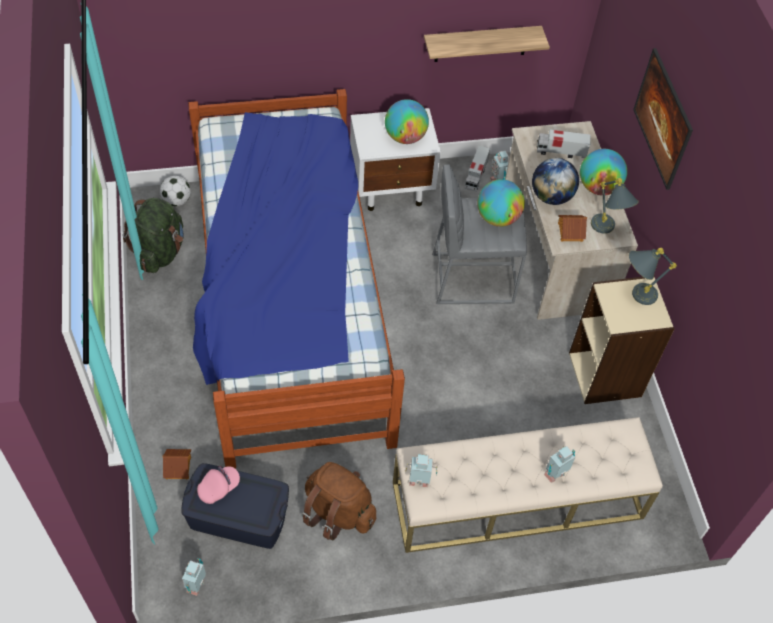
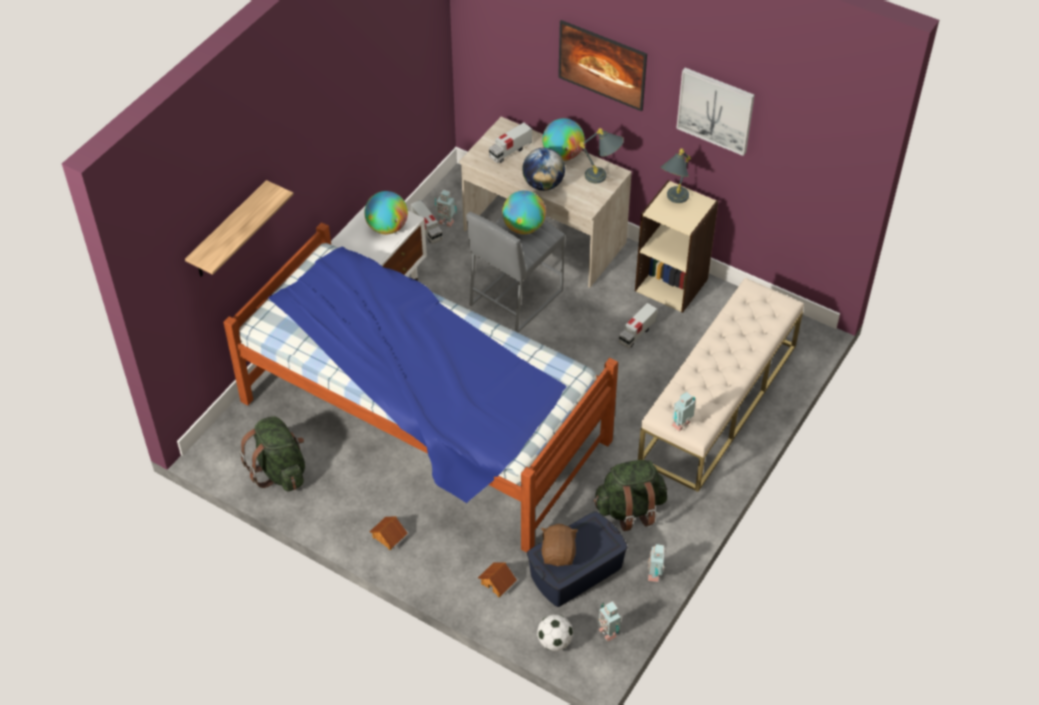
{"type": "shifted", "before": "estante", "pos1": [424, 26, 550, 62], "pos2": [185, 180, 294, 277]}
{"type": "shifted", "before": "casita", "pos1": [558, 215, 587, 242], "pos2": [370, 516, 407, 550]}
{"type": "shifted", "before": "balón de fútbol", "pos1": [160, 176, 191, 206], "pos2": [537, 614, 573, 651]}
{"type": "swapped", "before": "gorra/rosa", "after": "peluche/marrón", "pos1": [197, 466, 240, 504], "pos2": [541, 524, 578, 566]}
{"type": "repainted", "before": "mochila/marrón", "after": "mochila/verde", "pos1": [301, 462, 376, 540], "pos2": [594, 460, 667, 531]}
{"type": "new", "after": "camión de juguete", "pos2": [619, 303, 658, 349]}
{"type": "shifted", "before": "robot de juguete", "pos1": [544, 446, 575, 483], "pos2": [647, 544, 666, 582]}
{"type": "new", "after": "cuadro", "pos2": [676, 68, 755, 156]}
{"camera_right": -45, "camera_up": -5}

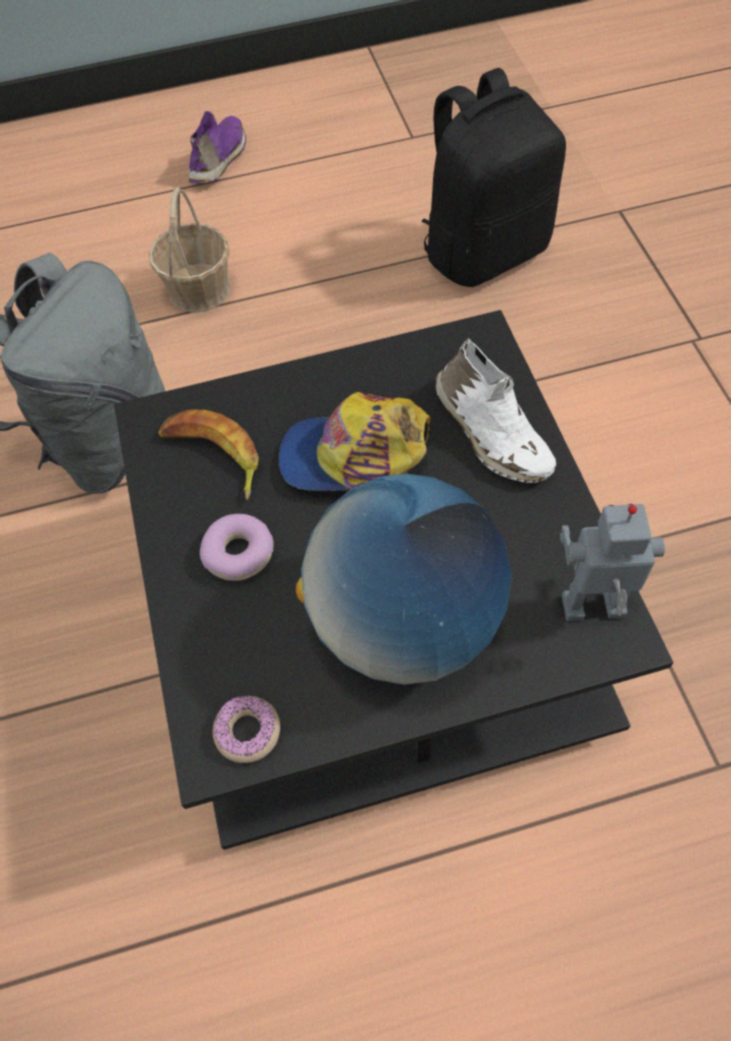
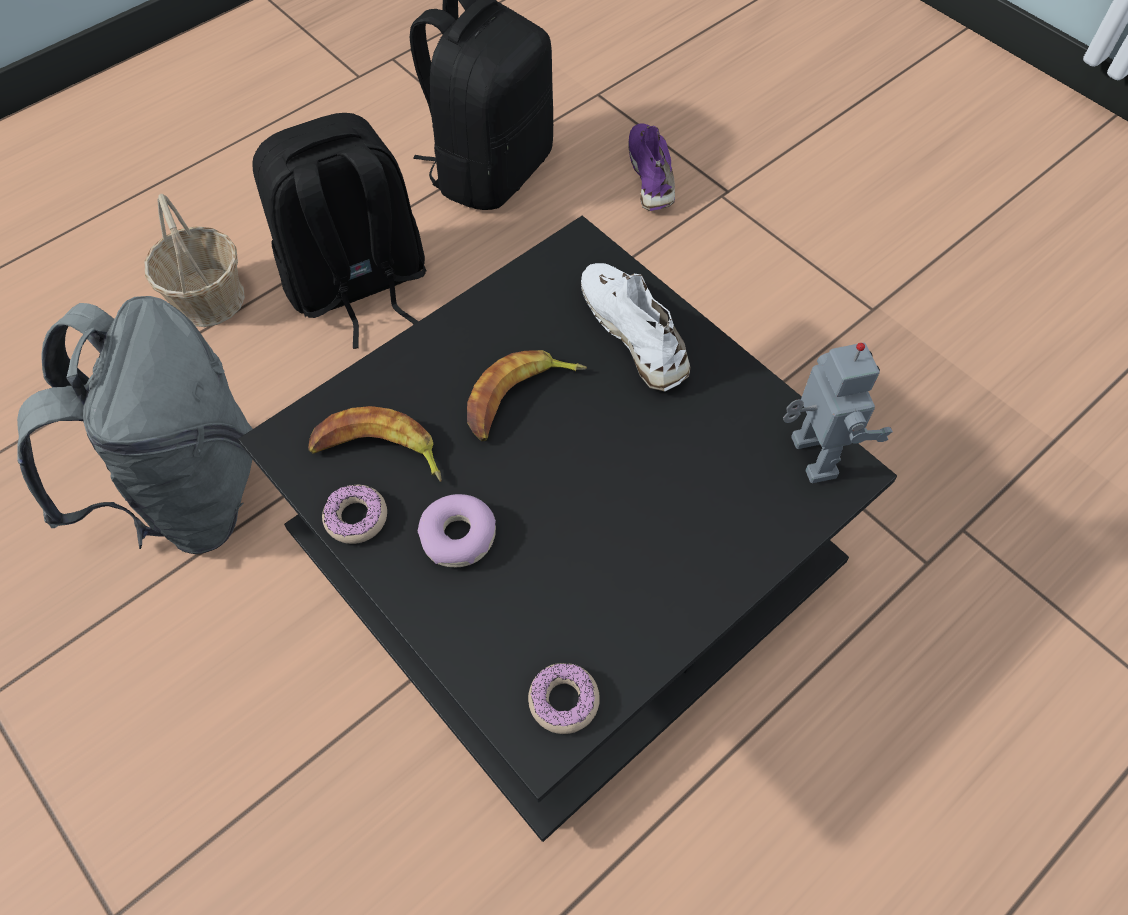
{"type": "new", "after": "mochila/negro", "pos2": [252, 113, 426, 349]}
{"type": "new", "after": "rosquilla", "pos2": [322, 484, 387, 544]}
{"type": "swapped", "before": "gorra", "after": "plátano", "pos1": [279, 392, 431, 491], "pos2": [467, 350, 587, 441]}
{"type": "rotated", "before": "zapato/blanco", "pos1": [435, 338, 556, 483], "pos2": [581, 263, 691, 392], "turn": -150}
{"type": "shifted", "before": "zapato/morado", "pos1": [189, 111, 246, 183], "pos2": [628, 124, 675, 211]}
{"type": "rotated", "before": "robot de juguete", "pos1": [560, 504, 665, 621], "pos2": [783, 343, 893, 483], "turn": 105}
{"type": "gone", "before": "globo terráqueo", "pos1": [296, 474, 511, 685]}
{"camera_right": -30, "camera_up": 0}

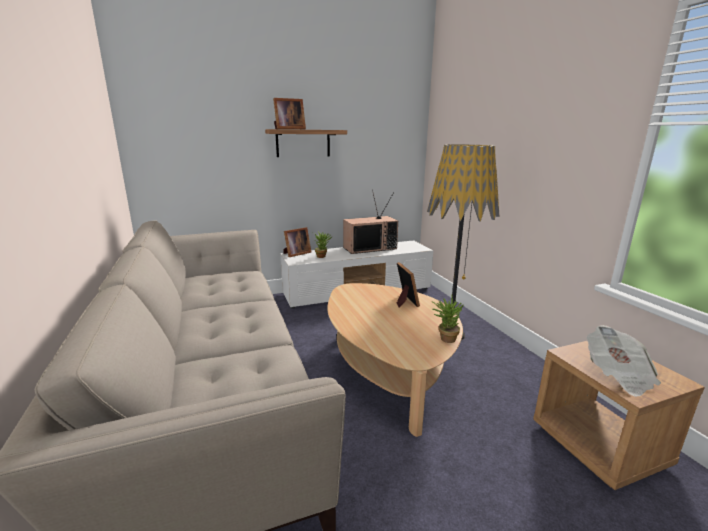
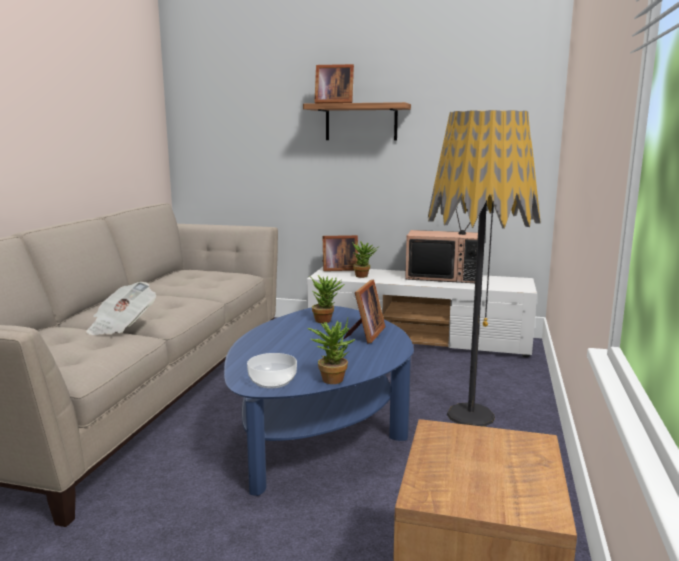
{"type": "shifted", "before": "periódico", "pos1": [587, 325, 661, 397], "pos2": [86, 282, 156, 335]}
{"type": "repainted", "before": "mesa de centro/beis", "after": "mesa de centro/azul", "pos1": [327, 283, 463, 437], "pos2": [224, 306, 414, 496]}
{"type": "new", "after": "cuenco", "pos2": [247, 353, 297, 388]}
{"type": "new", "after": "planta en maceta", "pos2": [309, 275, 344, 323]}
{"camera_right": 35, "camera_up": -5}

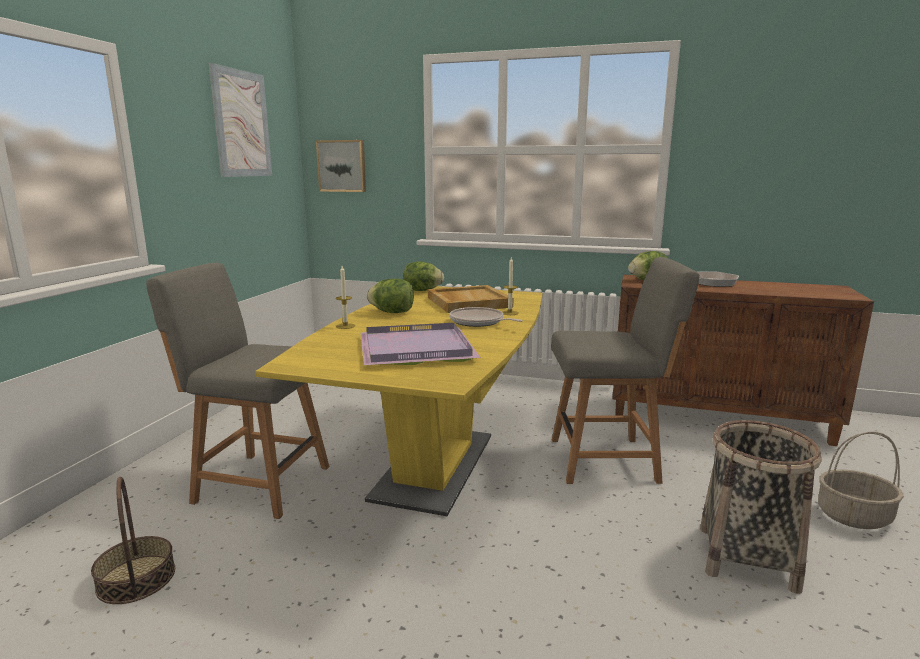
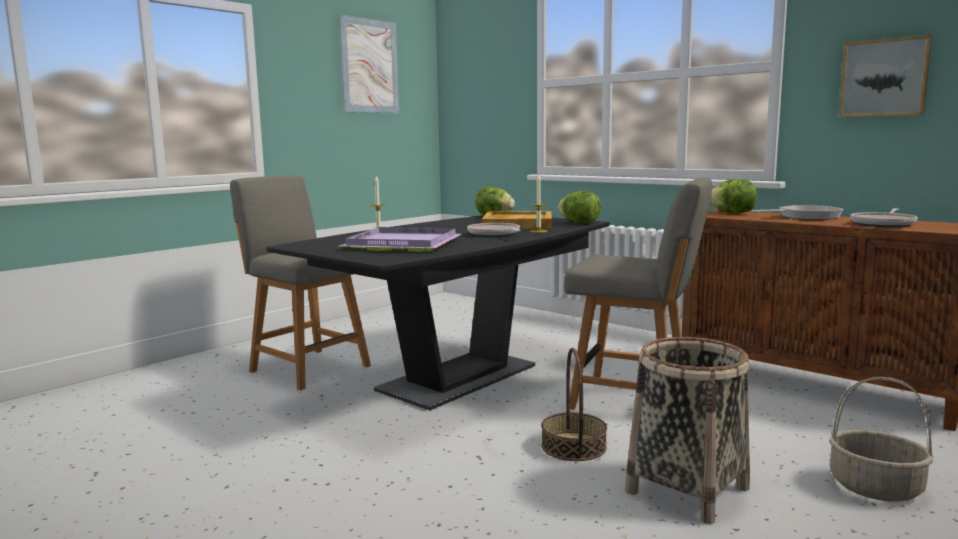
{"type": "repainted", "before": "mesa de comedor/amarillo", "after": "mesa de comedor/negro", "pos1": [255, 286, 543, 516], "pos2": [266, 215, 610, 410]}
{"type": "shifted", "before": "cesta", "pos1": [91, 477, 175, 604], "pos2": [541, 348, 607, 461]}
{"type": "shifted", "before": "lechuga", "pos1": [367, 279, 414, 313], "pos2": [558, 191, 601, 223]}
{"type": "shifted", "before": "cuadro", "pos1": [316, 140, 366, 192], "pos2": [839, 35, 932, 117]}
{"type": "new", "after": "sartén", "pos2": [850, 208, 918, 227]}
{"camera_right": 25, "camera_up": -5}

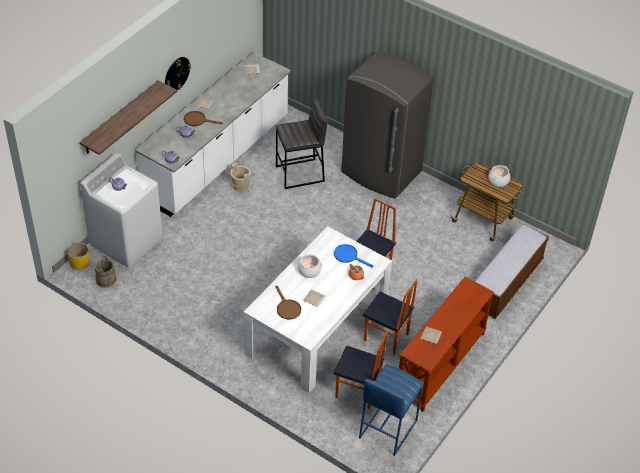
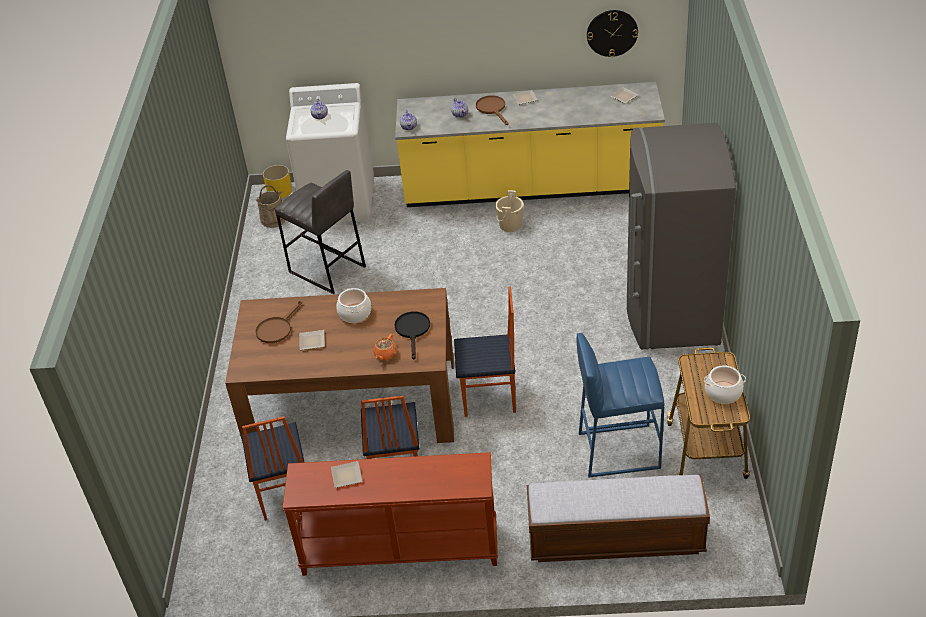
{"type": "repainted", "before": "mesa de comedor/blanco", "after": "mesa de comedor/marrón", "pos1": [243, 226, 392, 393], "pos2": [225, 288, 454, 443]}
{"type": "shifted", "before": "taburete/gris", "pos1": [276, 99, 328, 189], "pos2": [275, 170, 366, 294]}
{"type": "repainted", "before": "sartén/azul", "after": "sartén/negro", "pos1": [334, 244, 373, 267], "pos2": [394, 312, 430, 359]}
{"type": "repainted", "before": "mueble bajo de cocina/blanco", "after": "mueble bajo de cocina/amarillo", "pos1": [135, 52, 291, 217], "pos2": [395, 82, 665, 207]}
{"type": "shifted", "before": "taburete/azul", "pos1": [359, 364, 424, 456], "pos2": [576, 333, 664, 478]}
{"type": "shifted", "before": "reloj de pared", "pos1": [165, 57, 191, 91], "pos2": [587, 10, 638, 57]}
{"type": "gone", "before": "estante", "pos1": [80, 81, 177, 155]}
{"camera_right": 60, "camera_up": -5}

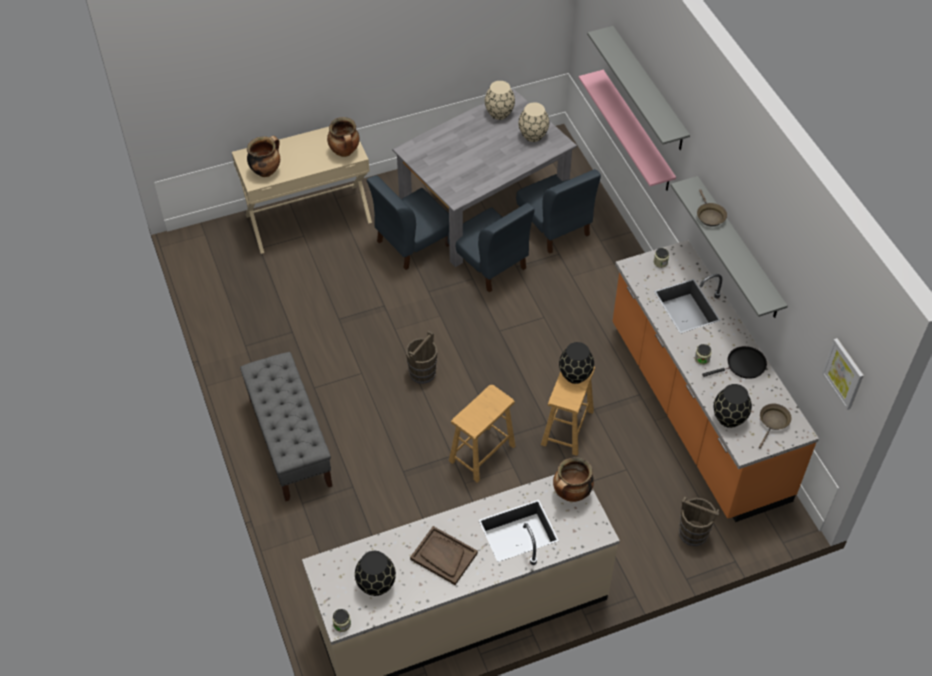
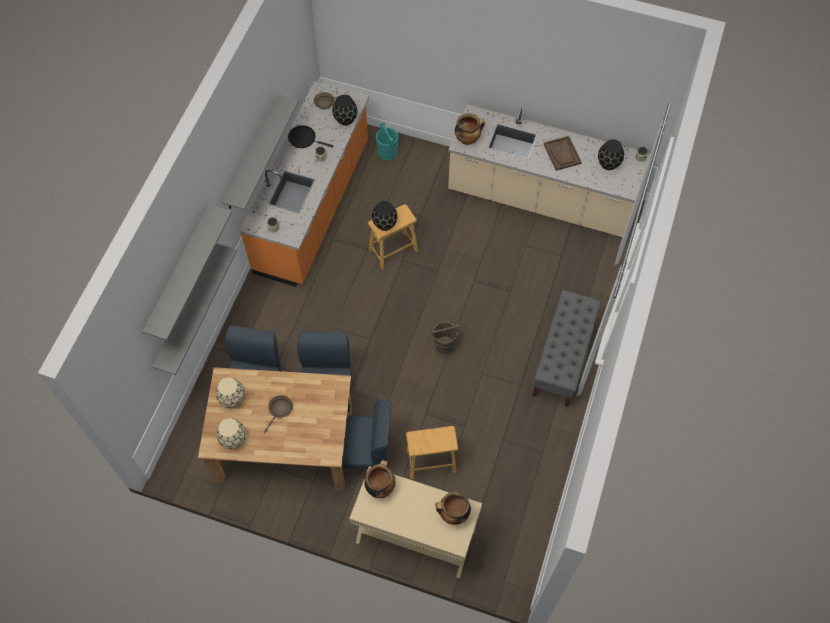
{"type": "repainted", "before": "estante/rosa", "after": "estante/gris", "pos1": [579, 70, 676, 191], "pos2": [152, 243, 237, 375]}
{"type": "repainted", "before": "mesa de comedor/gris", "after": "mesa de comedor/marrón", "pos1": [392, 88, 577, 267], "pos2": [198, 367, 352, 490]}
{"type": "shifted", "before": "sartén/marrón", "pos1": [697, 189, 727, 227], "pos2": [264, 395, 293, 433]}
{"type": "repainted", "before": "cubo/marrón", "after": "cubo/turquesa", "pos1": [679, 497, 719, 546], "pos2": [376, 122, 399, 160]}
{"type": "shifted", "before": "taburete/marrón", "pos1": [449, 385, 516, 483], "pos2": [406, 426, 458, 479]}
{"type": "gone", "before": "cuadro", "pos1": [822, 338, 864, 410]}
{"camera_right": -140, "camera_up": 10}

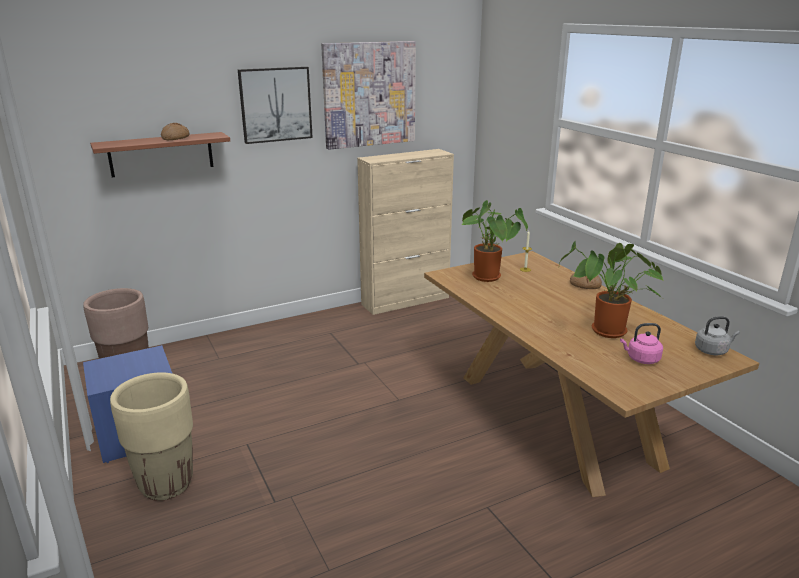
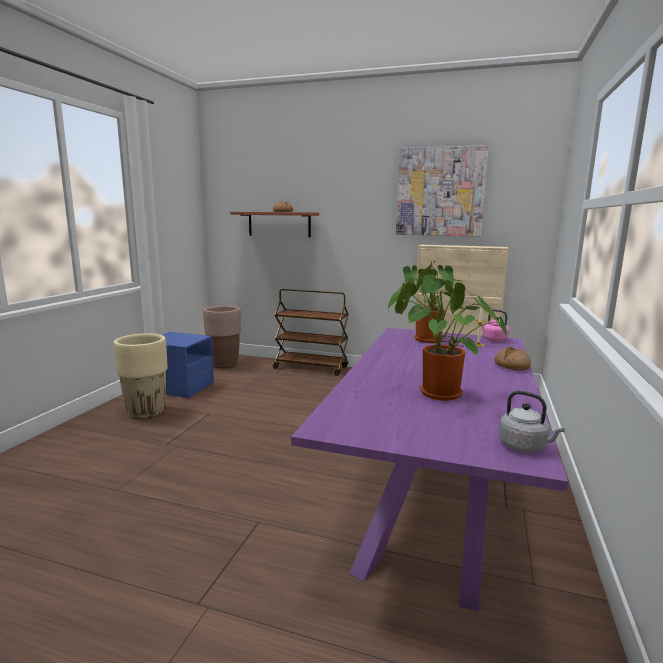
{"type": "new", "after": "carrito/marrón", "pos2": [273, 289, 349, 376]}
{"type": "repainted", "before": "mesa de comedor/marrón", "after": "mesa de comedor/morado", "pos1": [424, 251, 759, 497], "pos2": [291, 328, 568, 611]}
{"type": "shifted", "before": "hervidor/rosa", "pos1": [620, 323, 663, 364], "pos2": [482, 309, 509, 342]}
{"type": "gone", "before": "cuadro", "pos1": [238, 67, 313, 144]}
{"camera_right": 45, "camera_up": -10}

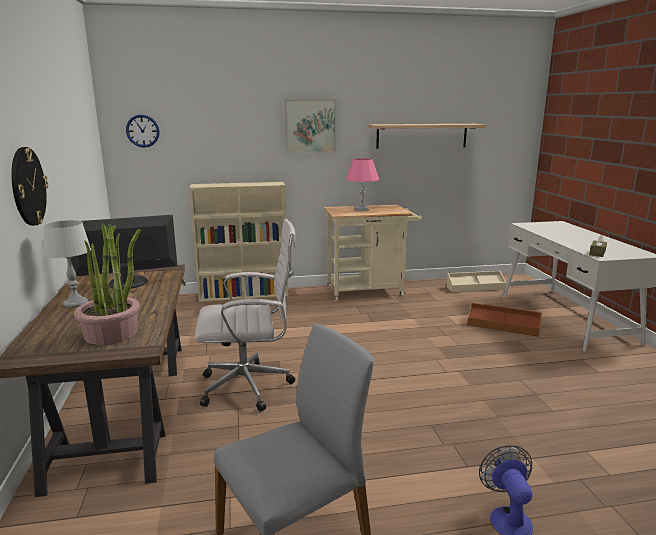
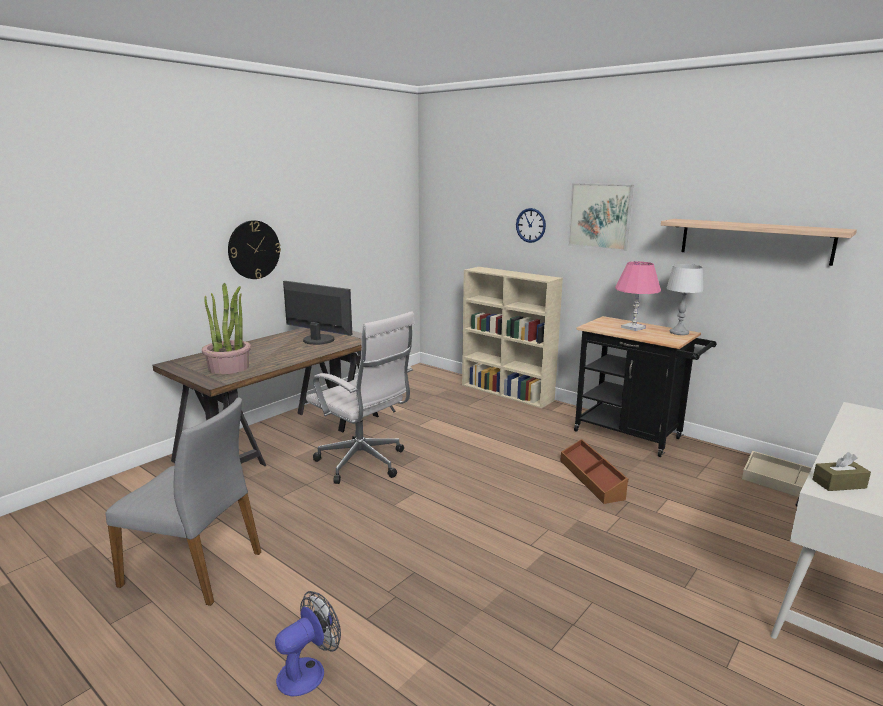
{"type": "shifted", "before": "reloj de pared", "pos1": [126, 115, 160, 148], "pos2": [516, 208, 546, 243]}
{"type": "shifted", "before": "caja de almacenaje/marrón", "pos1": [467, 303, 542, 337], "pos2": [560, 439, 628, 504]}
{"type": "repainted", "before": "carrito/beis", "after": "carrito/negro", "pos1": [324, 205, 422, 302], "pos2": [574, 316, 717, 457]}
{"type": "shifted", "before": "lámpara de mesa/gris", "pos1": [44, 220, 91, 308], "pos2": [667, 264, 704, 335]}
{"camera_right": 50, "camera_up": 0}

